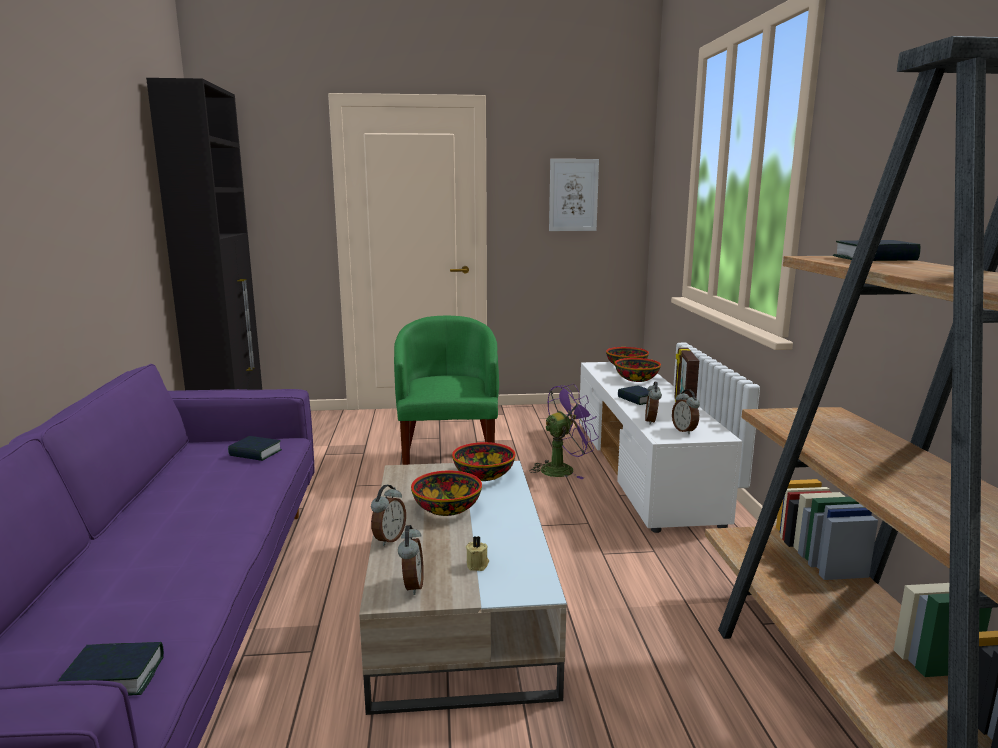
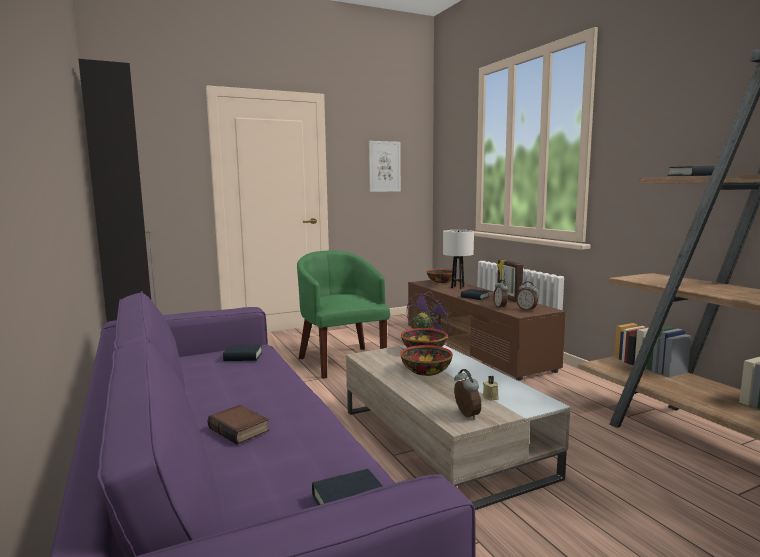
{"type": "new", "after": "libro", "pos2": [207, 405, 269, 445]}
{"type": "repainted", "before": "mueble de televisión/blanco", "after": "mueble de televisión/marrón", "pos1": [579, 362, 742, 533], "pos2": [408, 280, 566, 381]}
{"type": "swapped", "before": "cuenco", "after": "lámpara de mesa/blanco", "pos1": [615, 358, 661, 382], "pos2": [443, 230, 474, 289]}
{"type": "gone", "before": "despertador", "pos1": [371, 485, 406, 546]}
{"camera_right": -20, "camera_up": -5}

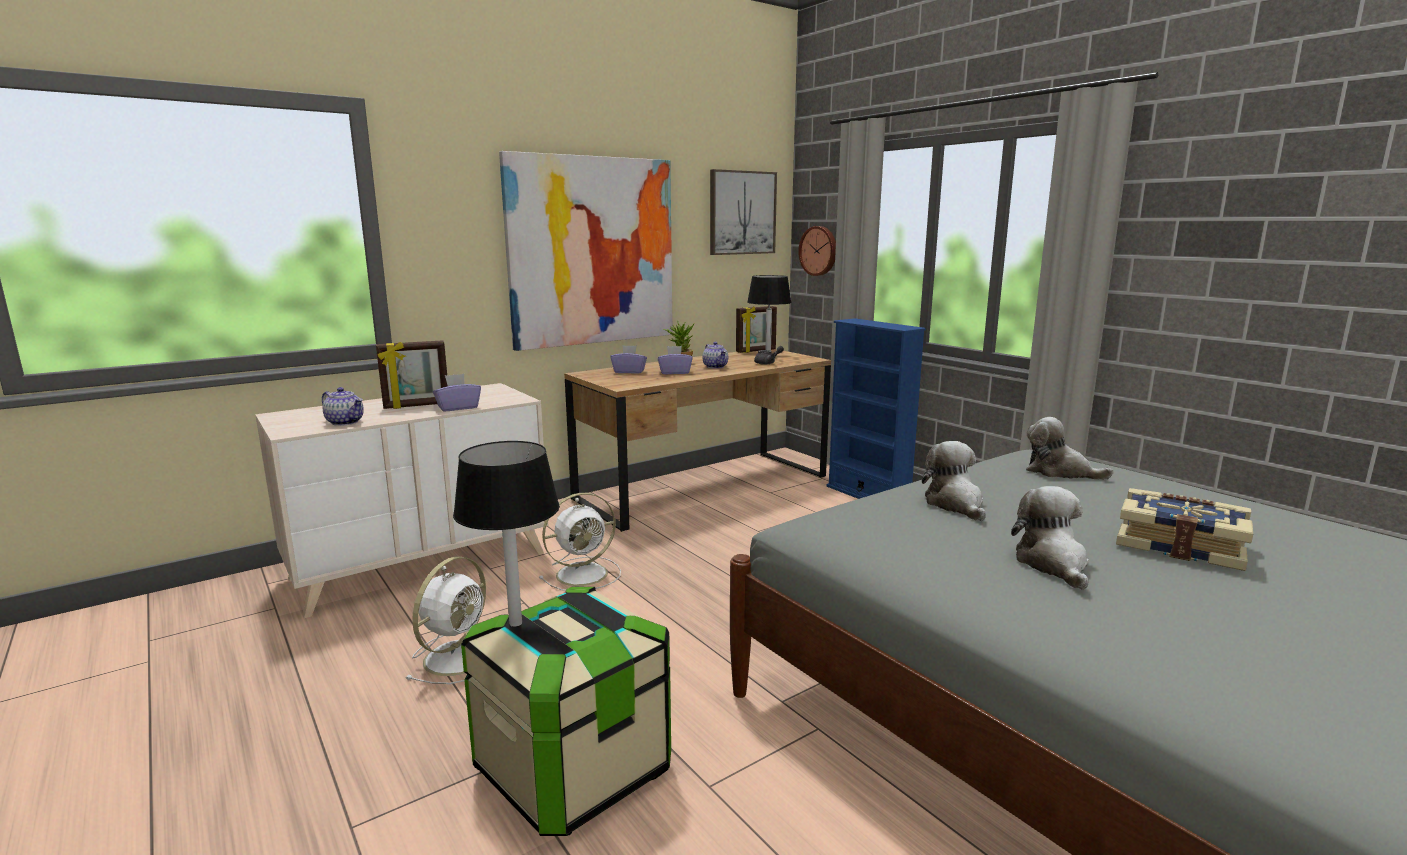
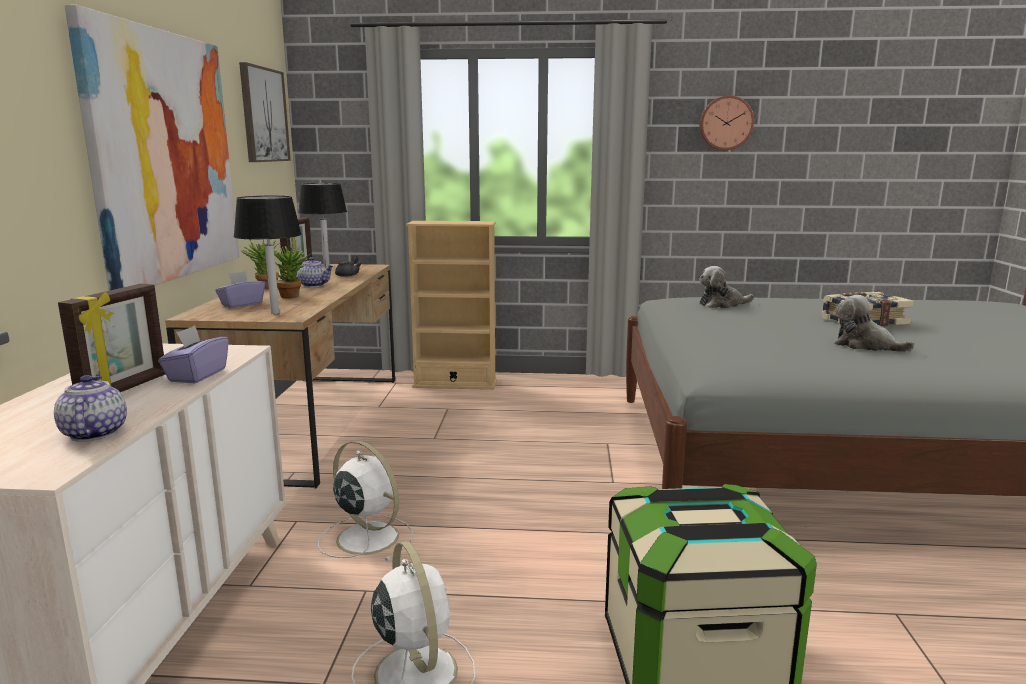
{"type": "rotated", "before": "tetera", "pos1": [322, 387, 364, 426], "pos2": [54, 375, 127, 442], "turn": -90}
{"type": "shifted", "before": "lámpara de mesa/negro", "pos1": [453, 441, 560, 627], "pos2": [234, 196, 302, 314]}
{"type": "swapped", "before": "caja de pañuelos/morado", "after": "planta en maceta", "pos1": [657, 346, 693, 374], "pos2": [274, 246, 312, 298]}
{"type": "rotated", "before": "ventilador/blanco", "pos1": [539, 493, 621, 591], "pos2": [318, 440, 413, 561], "turn": -60}
{"type": "repainted", "before": "estantería/azul", "after": "estantería/beis", "pos1": [826, 318, 926, 499], "pos2": [406, 221, 497, 390]}
{"type": "shifted", "before": "reloj de pared", "pos1": [798, 226, 836, 276], "pos2": [700, 95, 754, 150]}
{"type": "gone", "before": "peluche", "pos1": [922, 441, 986, 521]}
{"camera_right": -50, "camera_up": 0}

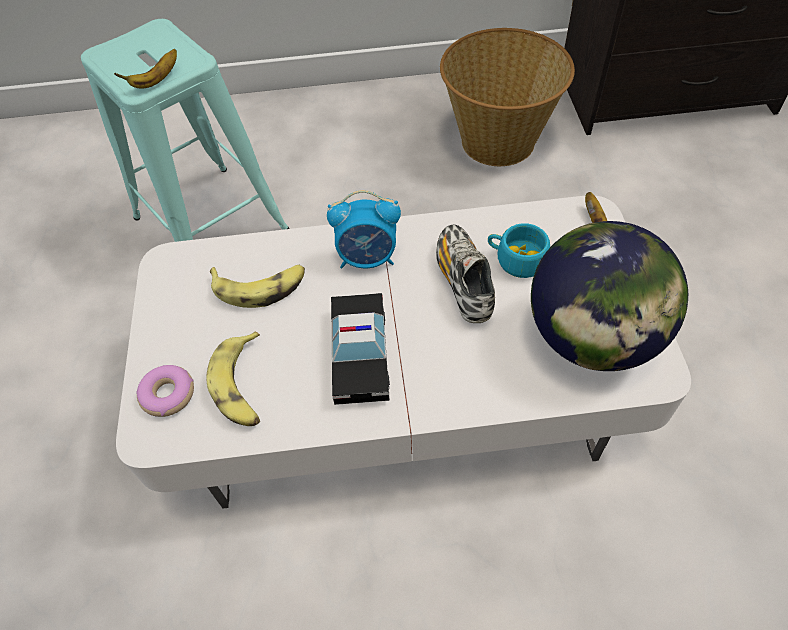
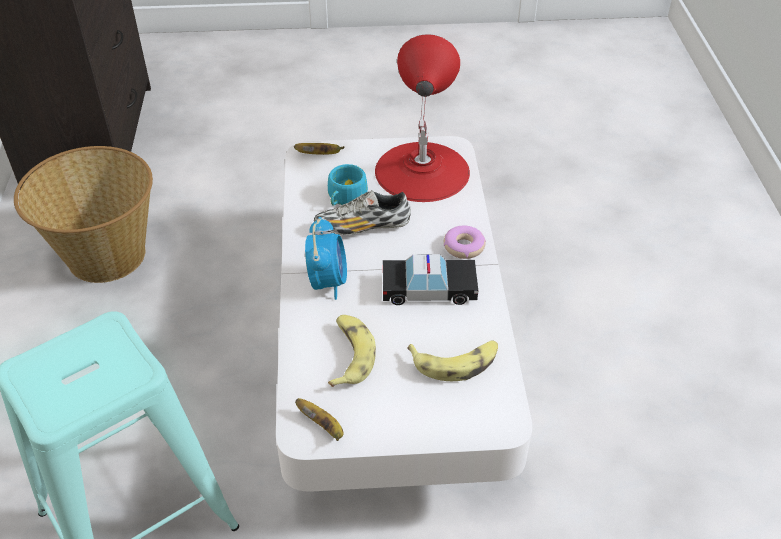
{"type": "shifted", "before": "plátano", "pos1": [114, 49, 177, 89], "pos2": [295, 398, 343, 441]}
{"type": "swapped", "before": "globo terráqueo", "after": "lámpara de mesa/rojo", "pos1": [531, 221, 688, 371], "pos2": [375, 34, 470, 202]}
{"type": "shifted", "before": "rosquilla", "pos1": [136, 365, 194, 417], "pos2": [444, 225, 486, 259]}
{"camera_right": -90, "camera_up": -10}

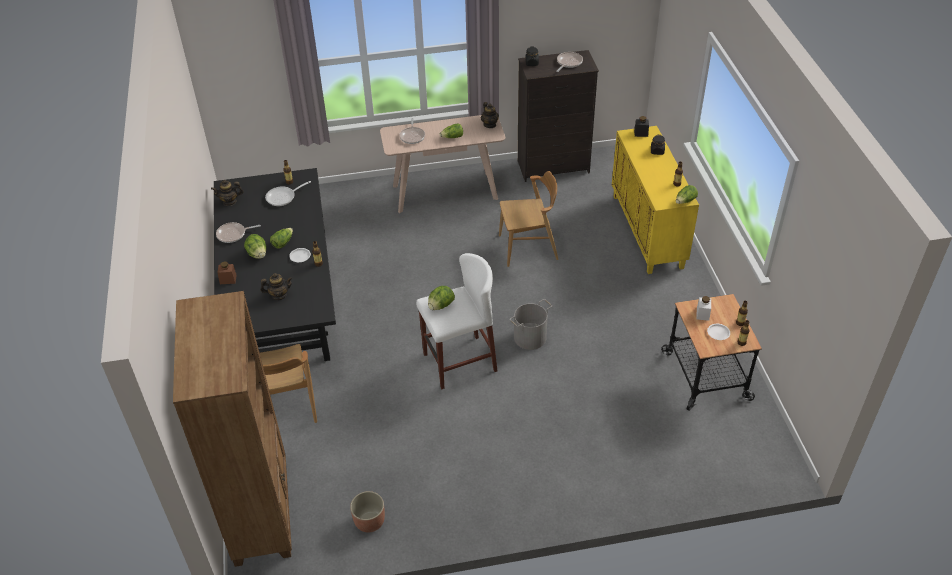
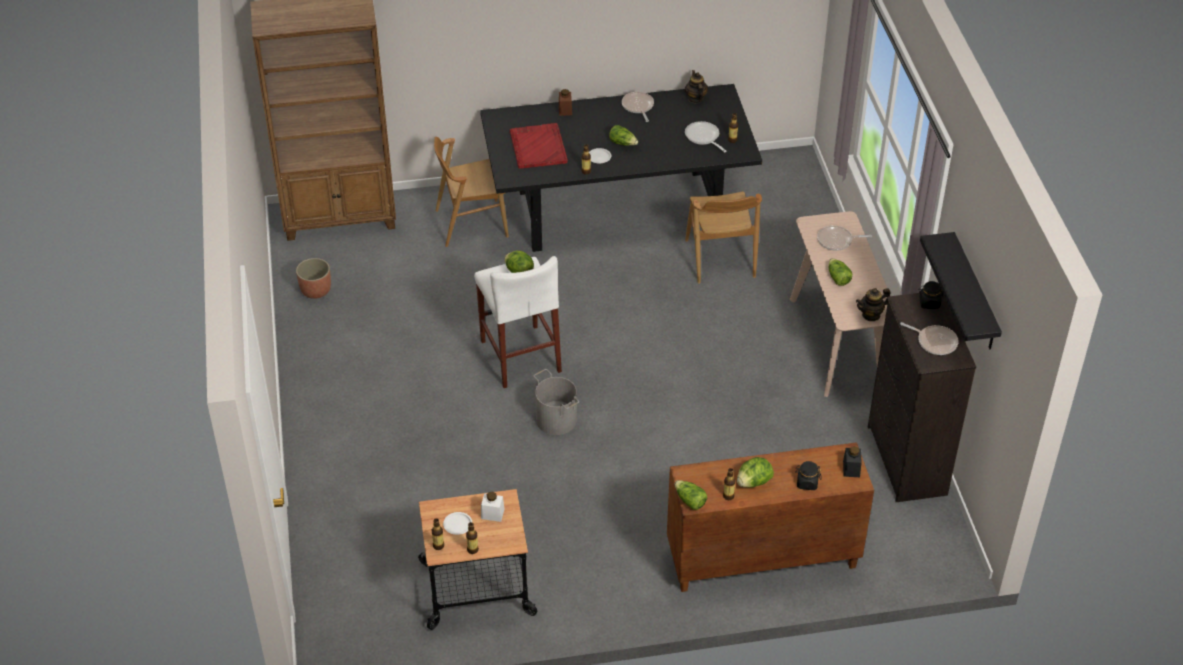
{"type": "swapped", "before": "tetera", "after": "bandeja/rojo", "pos1": [260, 273, 293, 300], "pos2": [509, 123, 568, 169]}
{"type": "repainted", "before": "armario/amarillo", "after": "armario/marrón", "pos1": [612, 126, 699, 274], "pos2": [667, 442, 874, 592]}
{"type": "shifted", "before": "silla/marrón", "pos1": [499, 171, 559, 267], "pos2": [685, 191, 762, 284]}
{"type": "shifted", "before": "lechuga", "pos1": [244, 234, 266, 259], "pos2": [737, 457, 774, 488]}
{"type": "new", "after": "estante/negro", "pos2": [920, 232, 1002, 349]}
{"camera_right": 90, "camera_up": 0}

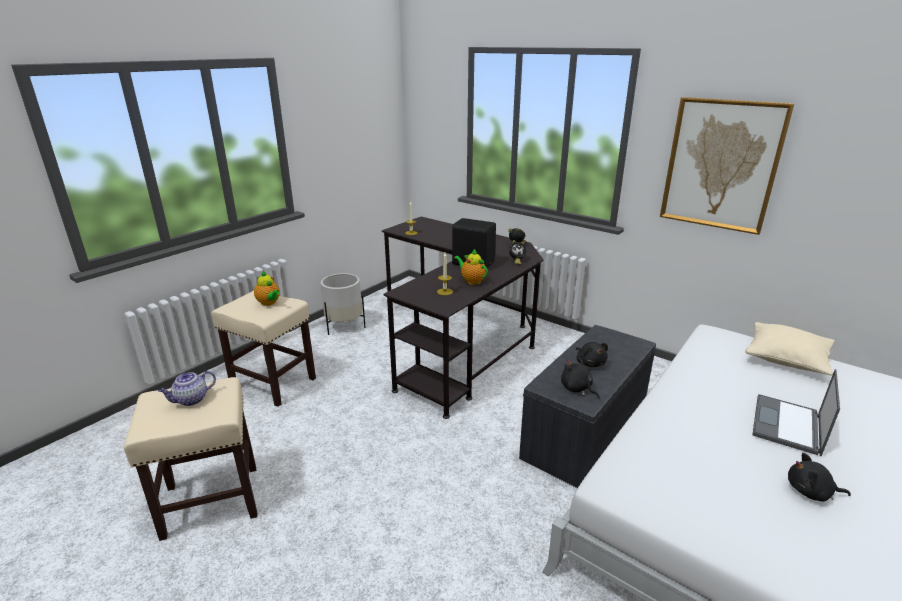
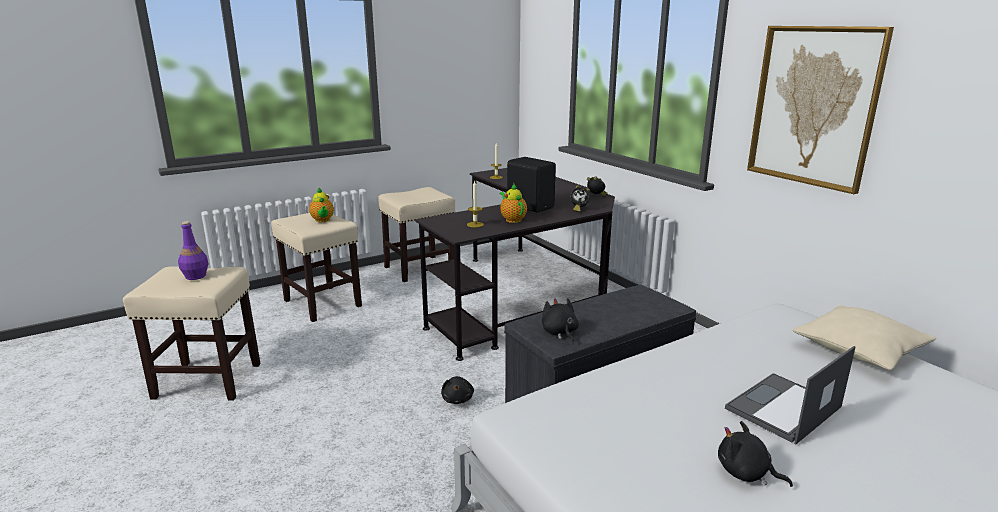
{"type": "swapped", "before": "tetera", "after": "botella/morado", "pos1": [158, 371, 216, 406], "pos2": [178, 221, 208, 280]}
{"type": "swapped", "before": "maceta/blanco", "after": "taburete/beis", "pos1": [321, 273, 366, 335], "pos2": [378, 187, 455, 282]}
{"type": "shifted", "before": "peluche/negro", "pos1": [576, 342, 608, 367], "pos2": [441, 376, 474, 404]}
{"camera_right": 20, "camera_up": -5}

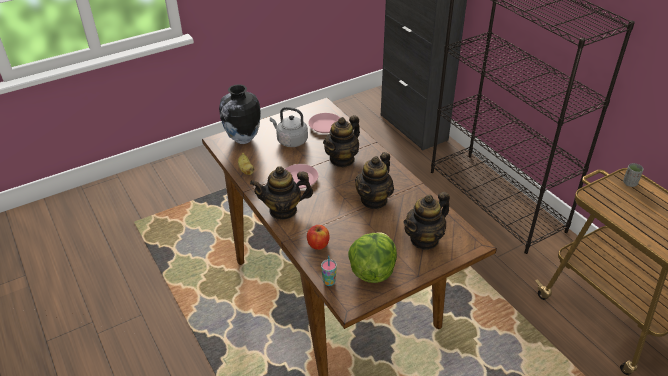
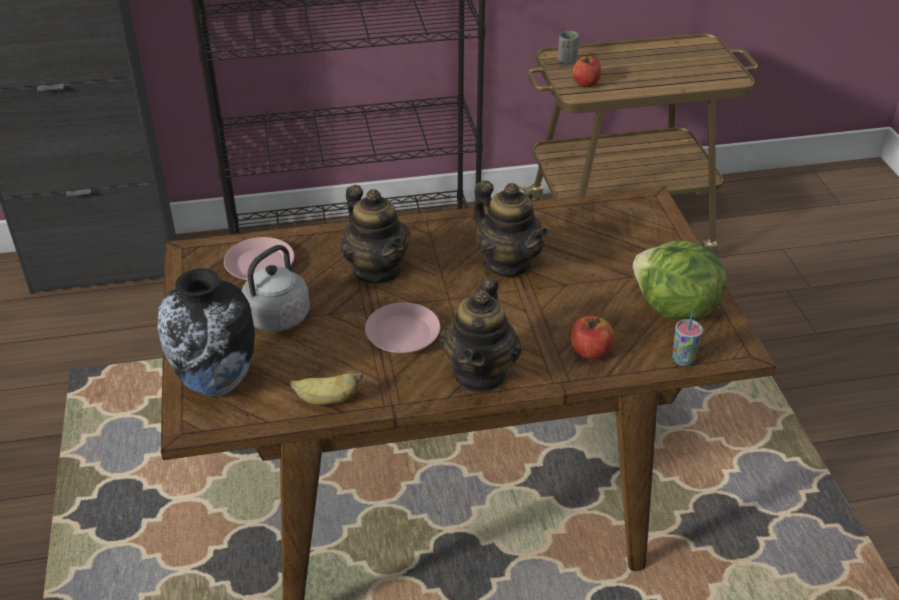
{"type": "new", "after": "manzana", "pos2": [573, 55, 601, 87]}
{"type": "gone", "before": "tetera", "pos1": [403, 192, 450, 250]}
{"camera_right": -70, "camera_up": 0}

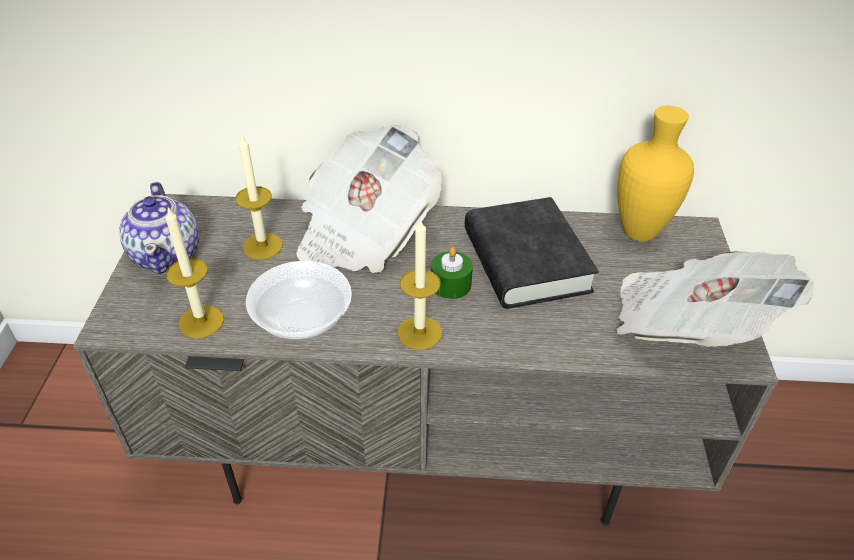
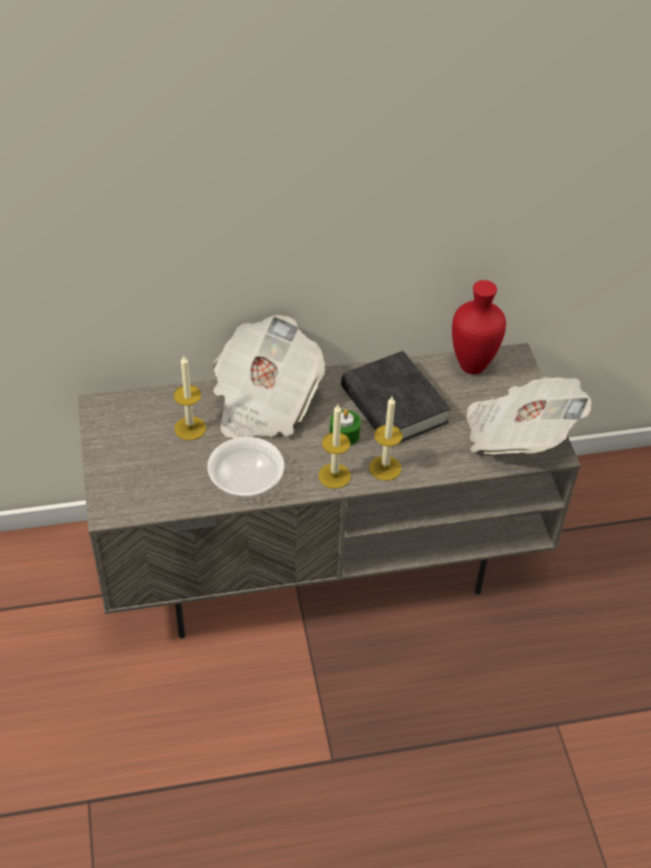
{"type": "shifted", "before": "vela", "pos1": [165, 207, 224, 339], "pos2": [369, 397, 403, 481]}
{"type": "repainted", "before": "florero/amarillo", "after": "florero/rojo", "pos1": [617, 106, 694, 242], "pos2": [452, 280, 506, 374]}
{"type": "gone", "before": "tetera", "pos1": [119, 182, 199, 274]}
{"camera_right": -15, "camera_up": 5}

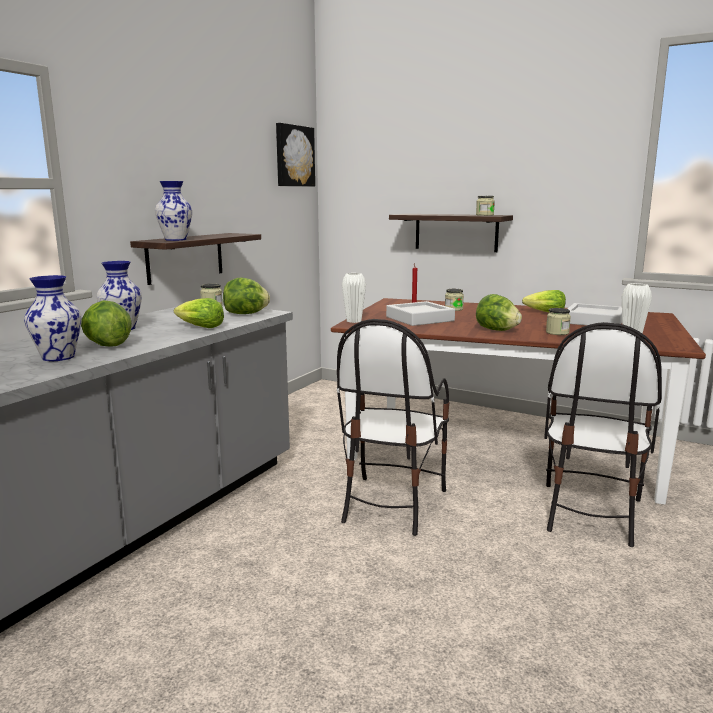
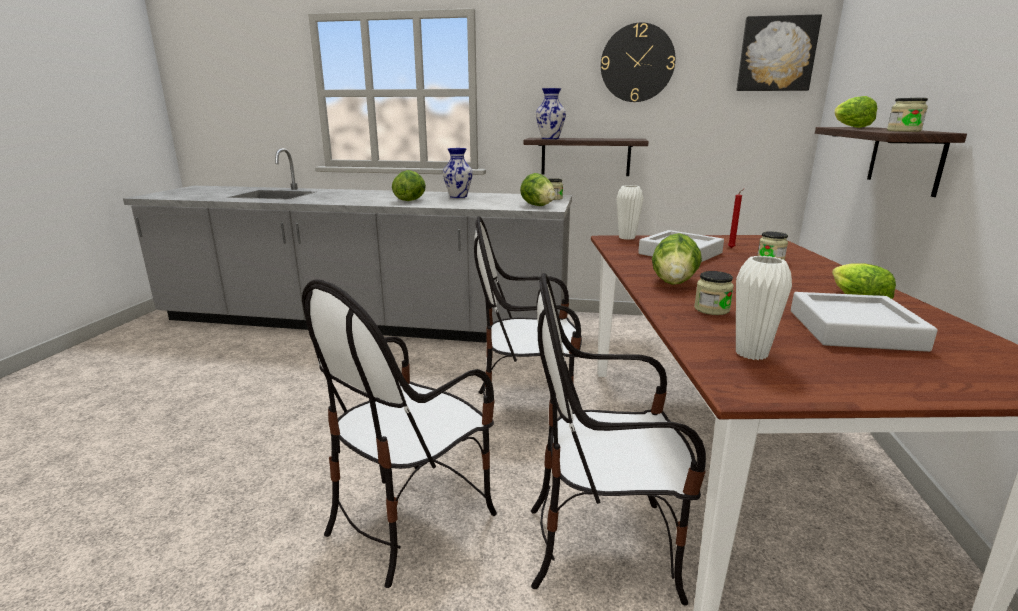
{"type": "new", "after": "silla", "pos2": [302, 280, 497, 588]}
{"type": "new", "after": "reloj de pared", "pos2": [601, 22, 675, 102]}
{"type": "shifted", "before": "lechuga", "pos1": [174, 298, 224, 328], "pos2": [835, 96, 877, 128]}
{"type": "gone", "before": "florero", "pos1": [24, 275, 82, 361]}
{"camera_right": 70, "camera_up": 5}

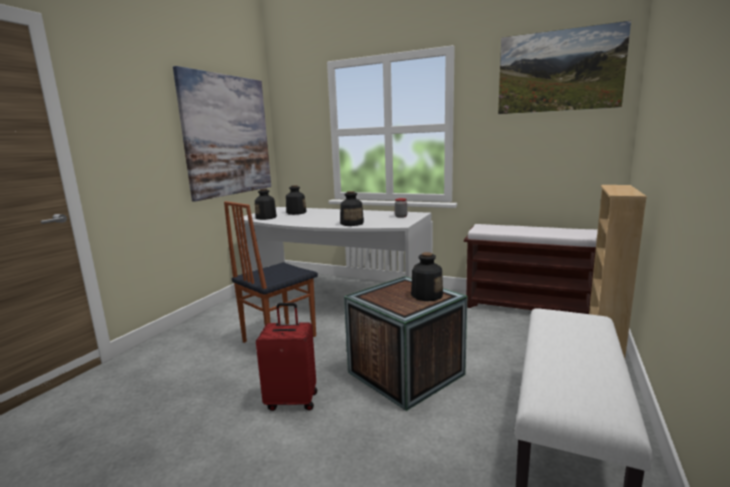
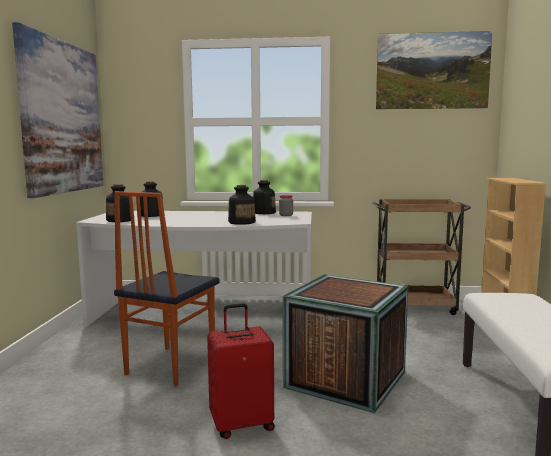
{"type": "shifted", "before": "botella", "pos1": [411, 252, 443, 301], "pos2": [253, 180, 276, 214]}
{"type": "swapped", "before": "banco/marrón", "after": "carrito/marrón", "pos1": [464, 224, 598, 314], "pos2": [373, 199, 471, 315]}
{"camera_right": -20, "camera_up": -5}

